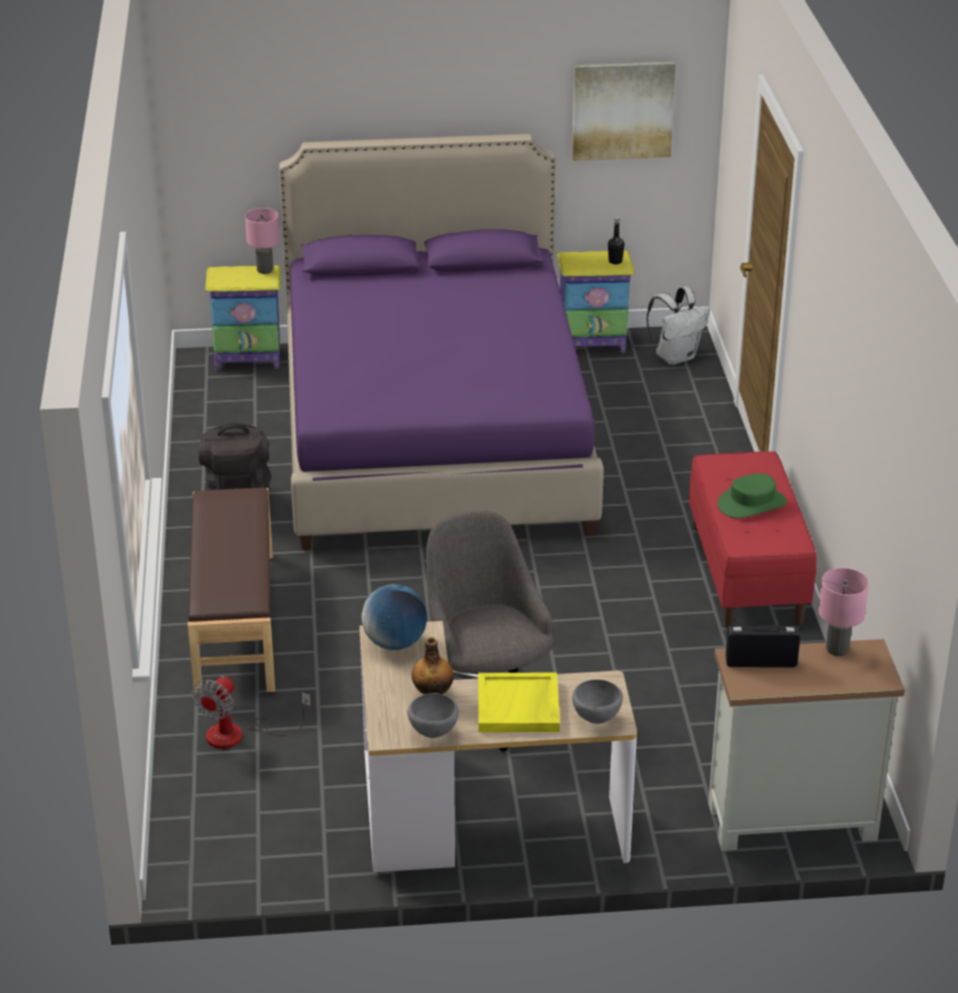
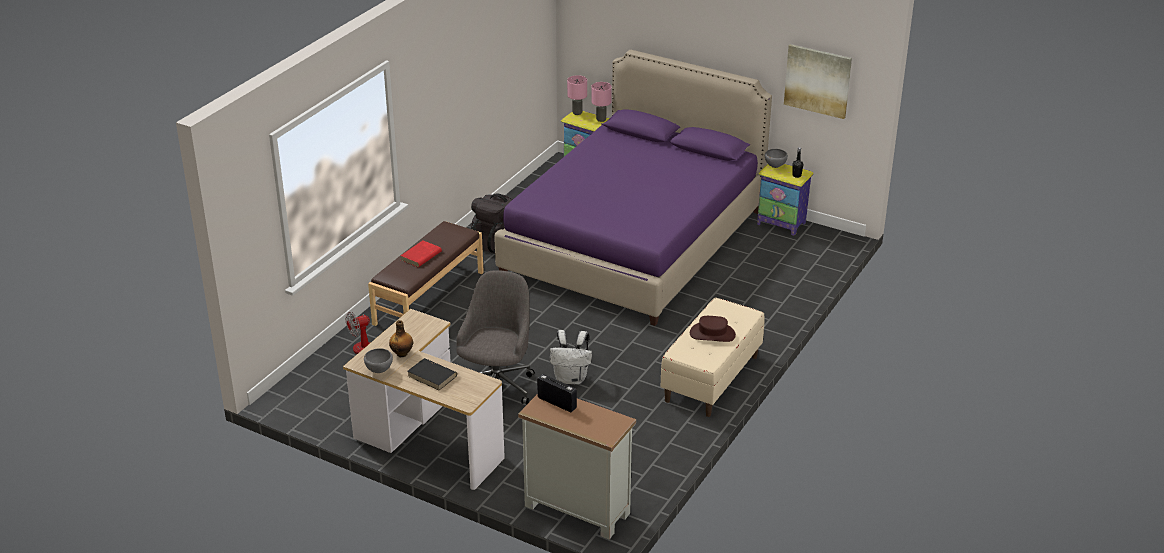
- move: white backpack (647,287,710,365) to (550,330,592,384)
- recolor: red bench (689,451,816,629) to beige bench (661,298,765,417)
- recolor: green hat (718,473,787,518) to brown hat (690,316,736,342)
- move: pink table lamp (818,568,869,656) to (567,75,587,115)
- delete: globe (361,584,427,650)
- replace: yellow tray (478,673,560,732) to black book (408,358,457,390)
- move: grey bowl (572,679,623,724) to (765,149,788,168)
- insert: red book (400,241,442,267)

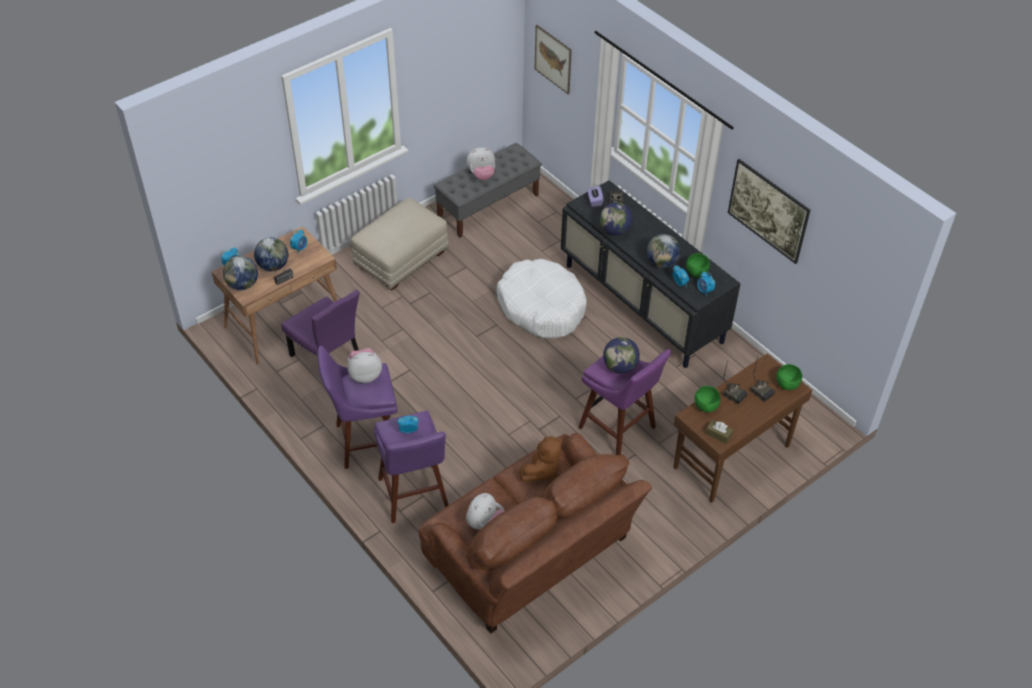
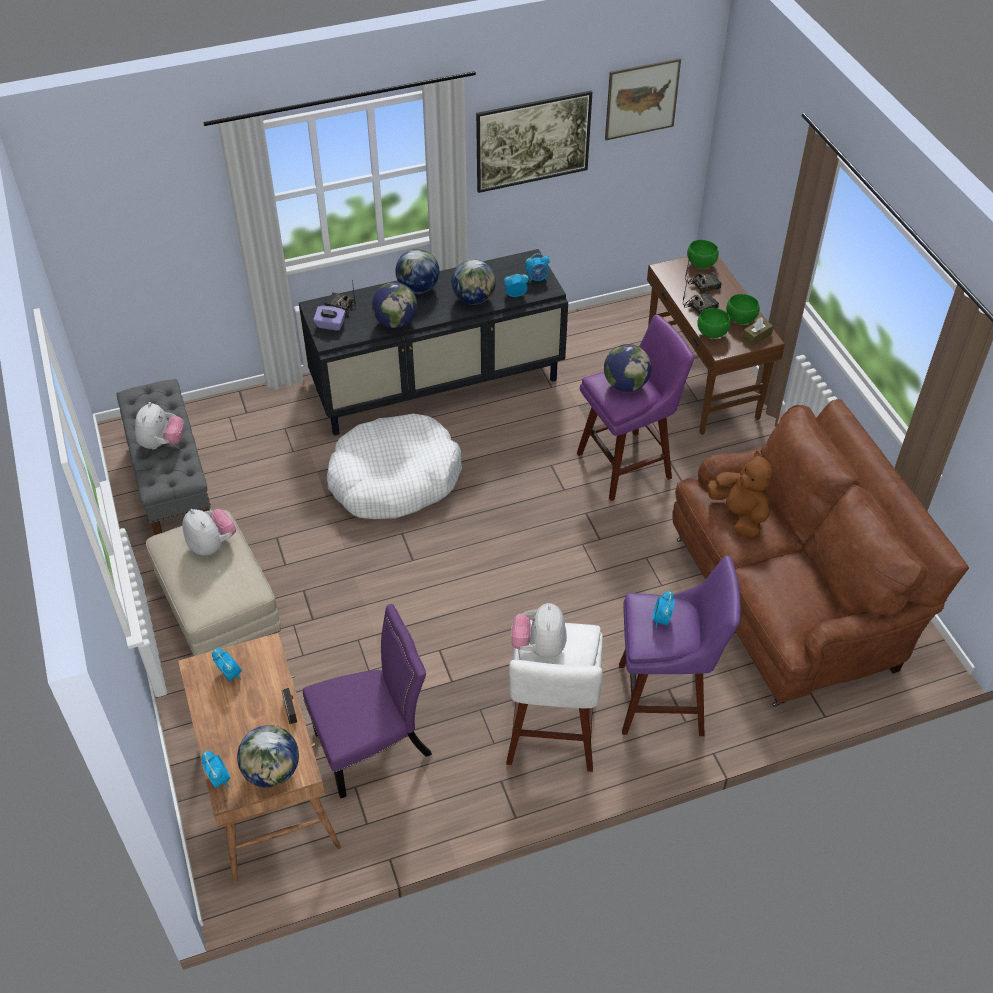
- move: picture (535,25,572,94) to (605,58,681,140)
- move: globe (254,237,288,271) to (395,249,440,294)
- move: green bowl (686,253,710,277) to (726,294,759,324)
- recolor: purple stool (317,346,398,469) to white stool (506,620,603,772)
- move: plush toy (466,493,505,529) to (182,509,236,556)

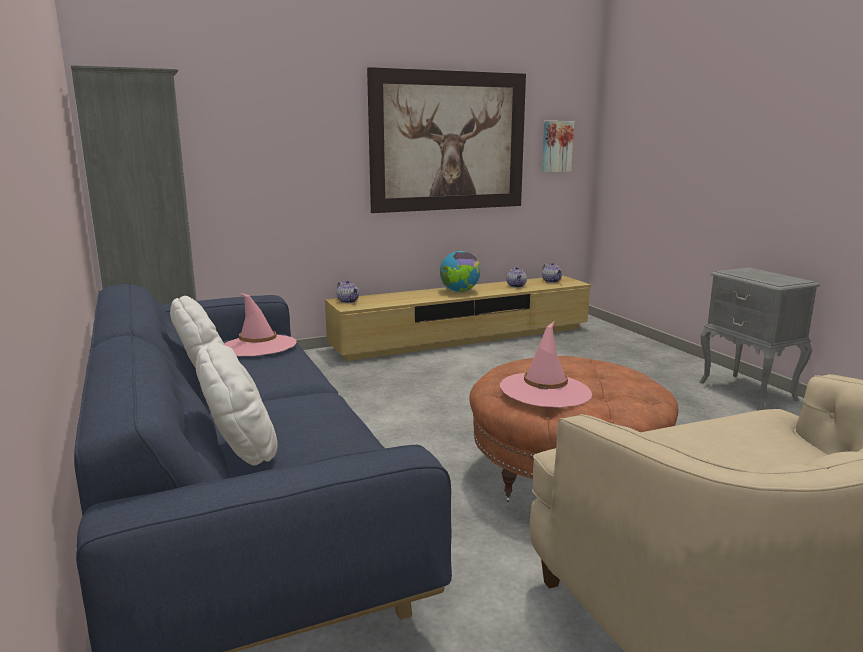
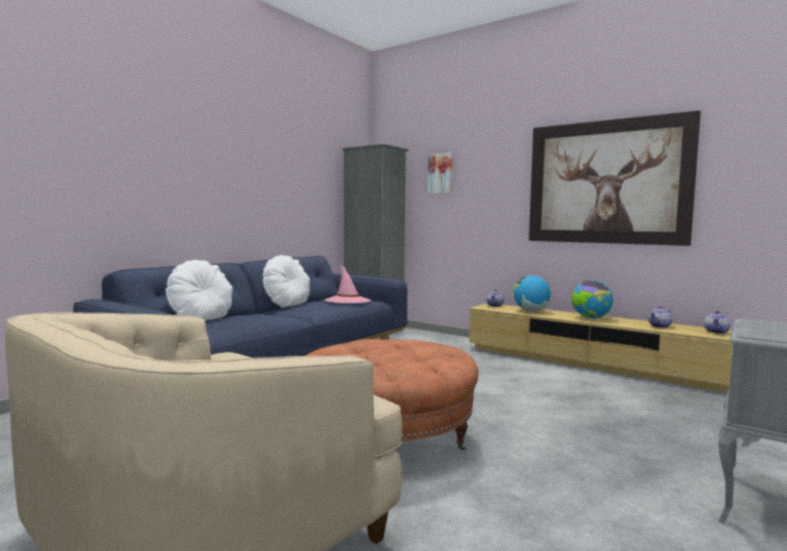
- move: picture (542,121,574,172) to (427,152,453,194)
- delete: pink hat (500,322,592,408)
- insert: globe (513,275,551,312)

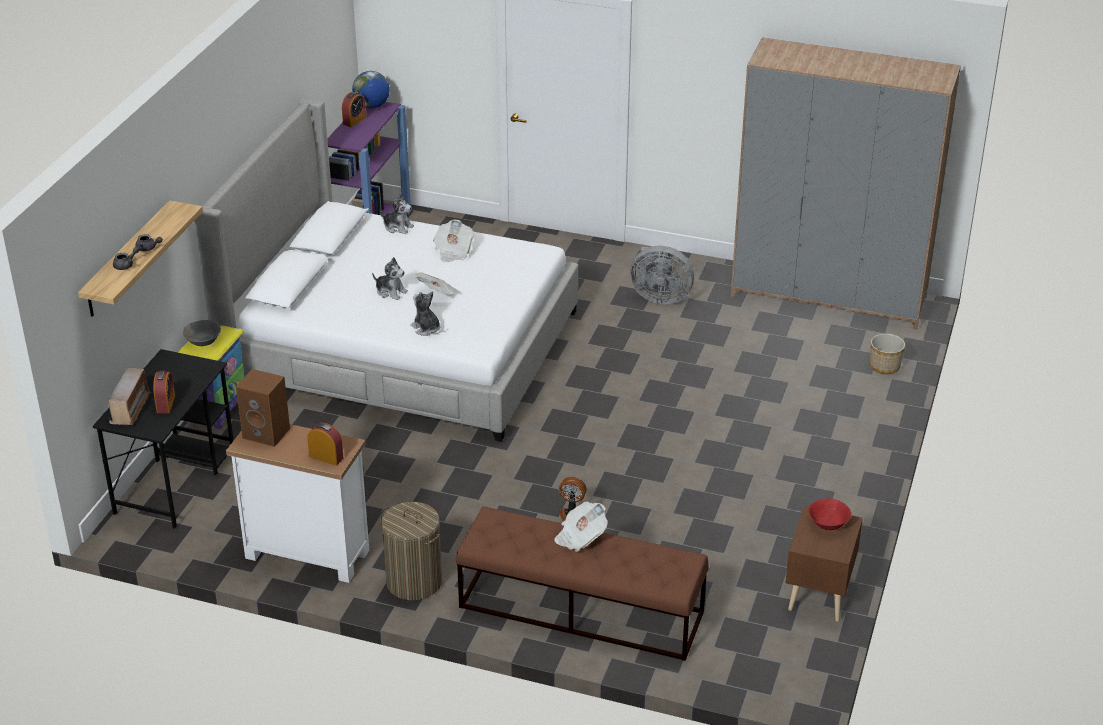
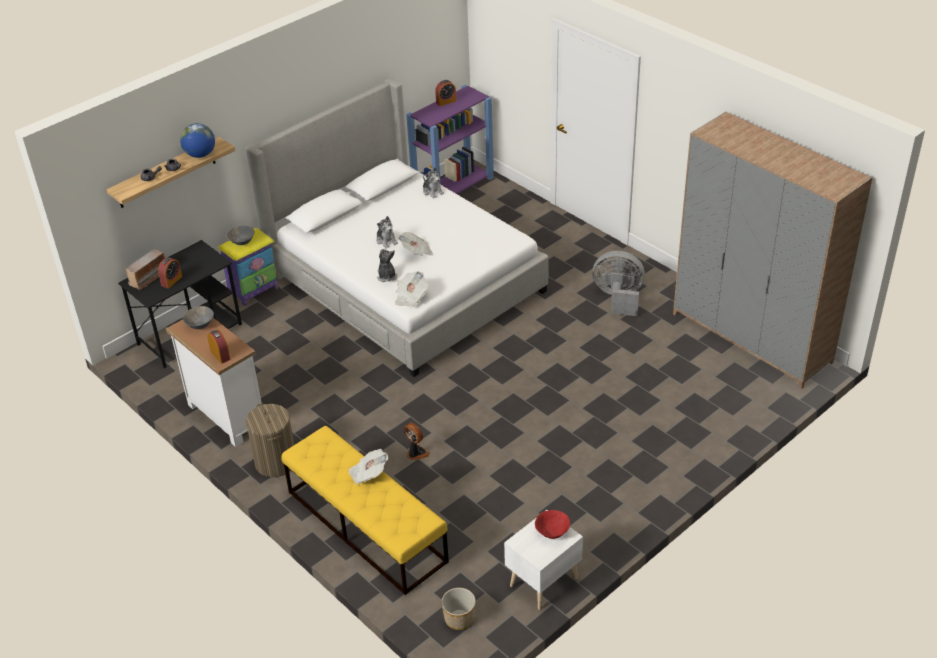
- move: globe (352,71,390,109) to (180,123,215,158)
- move: newspaper (433,220,474,262) to (395,271,429,307)
- rotate: grey fan (630,246,694,304) = (592,251,645,316) 150 degrees clockwise
- move: planter (870,334,905,374) to (441,588,476,630)
- replace: brown speaker (236,369,290,447) to grey bowl (183,306,214,329)
- recolor: brown bench (456,506,709,661) to yellow bench (281,426,449,595)
- recolor: brown nightstand (785,506,863,622) to white nightstand (504,510,583,610)

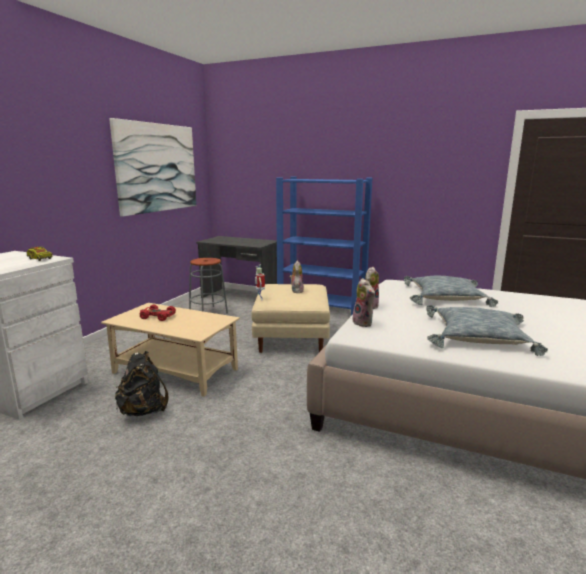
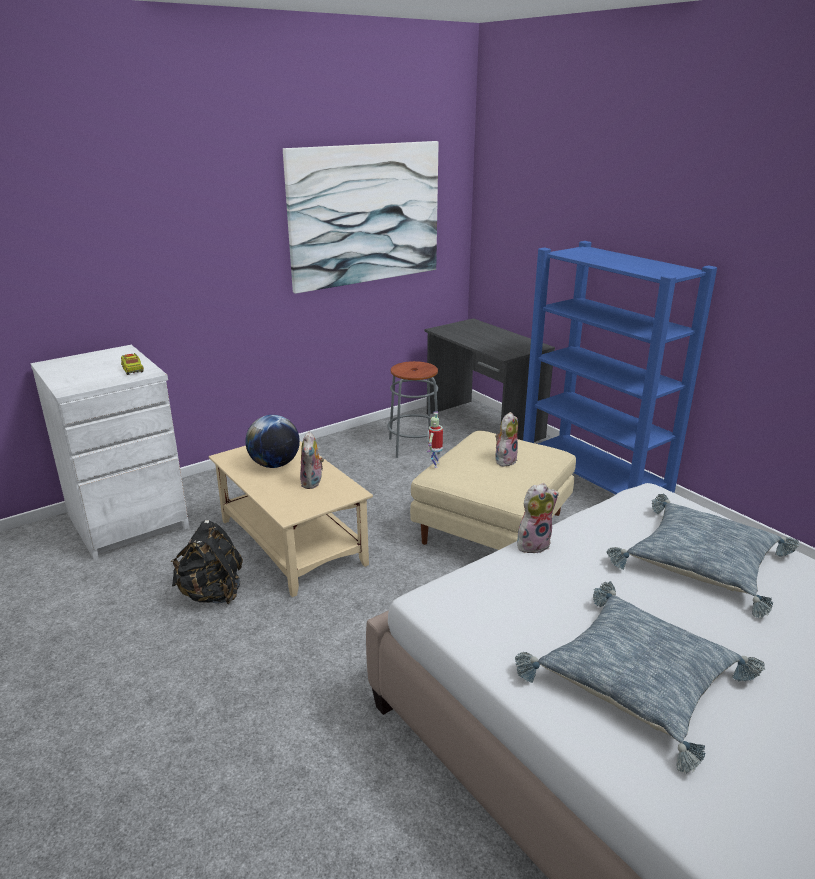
- move: plush toy (352,278,375,327) to (300,431,324,489)
- replace: red toy car (140,304,176,321) to globe (245,415,300,468)

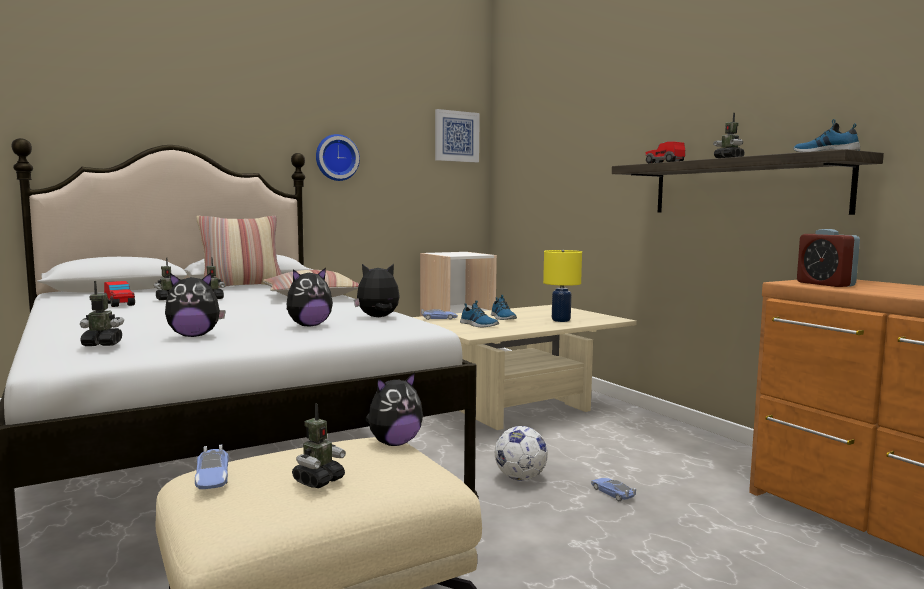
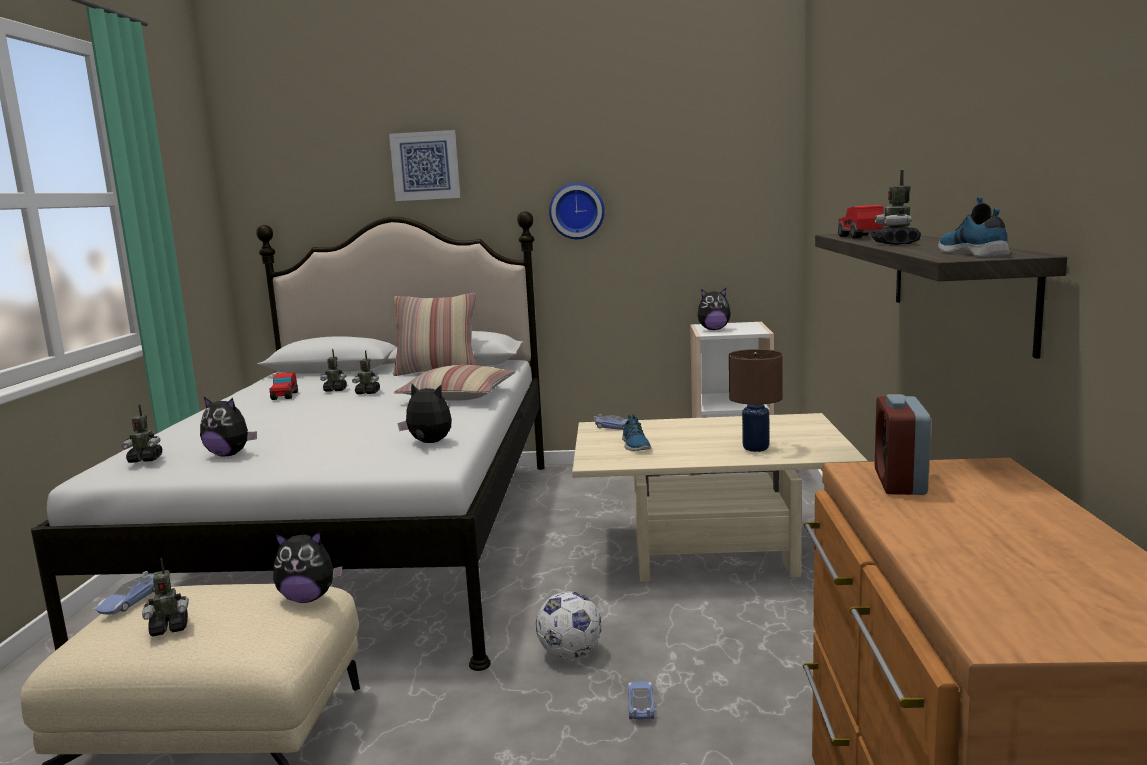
- move: picture (435,109,480,163) to (389,130,460,201)
- recolor: yellow table lamp (543,250,582,322) to brown table lamp (729,349,783,452)
- move: plush toy (286,268,333,327) to (698,288,731,330)
- rotate: toy robot (80,281,124,346) = (122,404,162,463) 150 degrees clockwise
- delete: shoe (491,295,517,320)

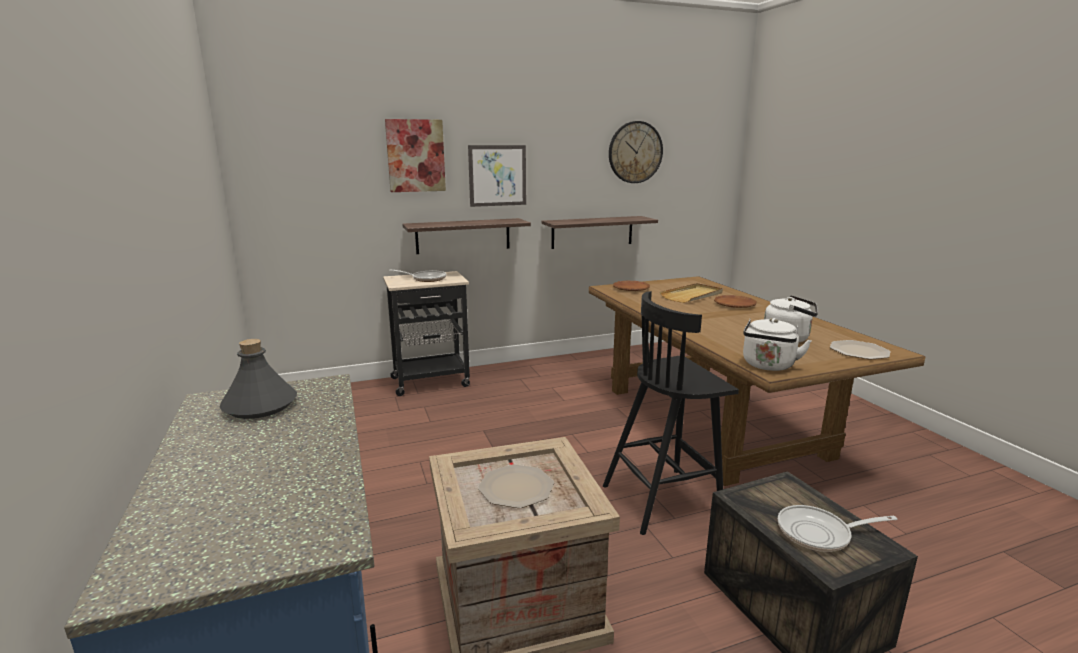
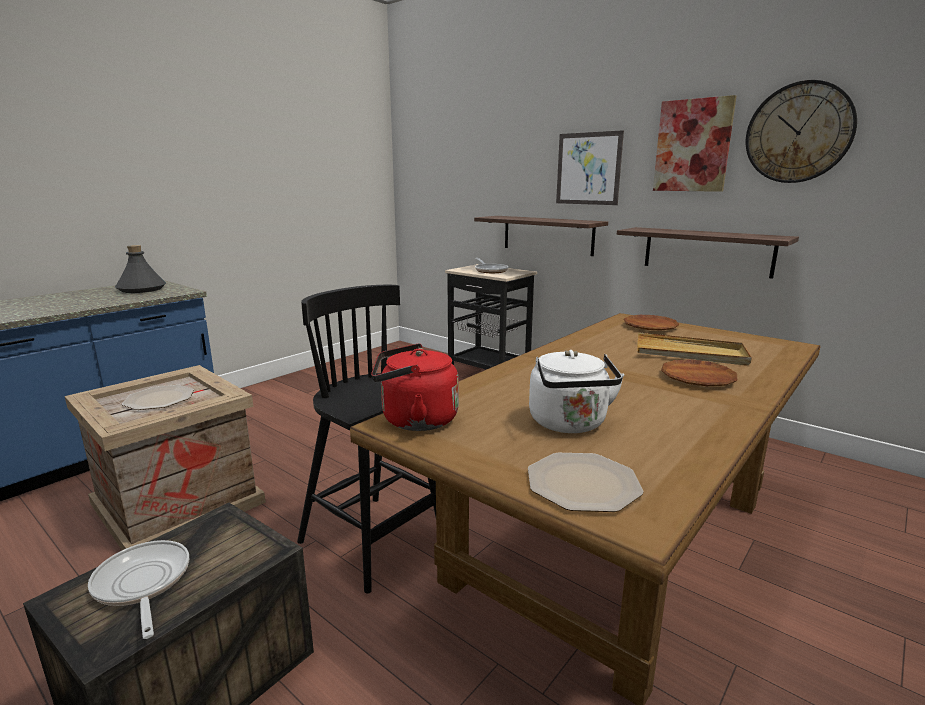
- move: picture (385,119,446,192) to (653,95,736,192)
- recolor: white kettle (743,318,812,371) to red kettle (371,344,459,431)

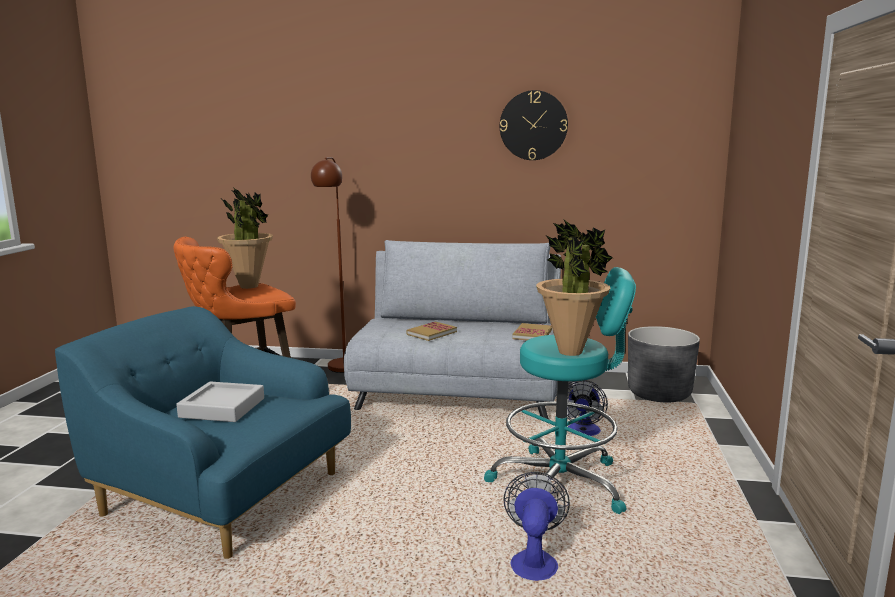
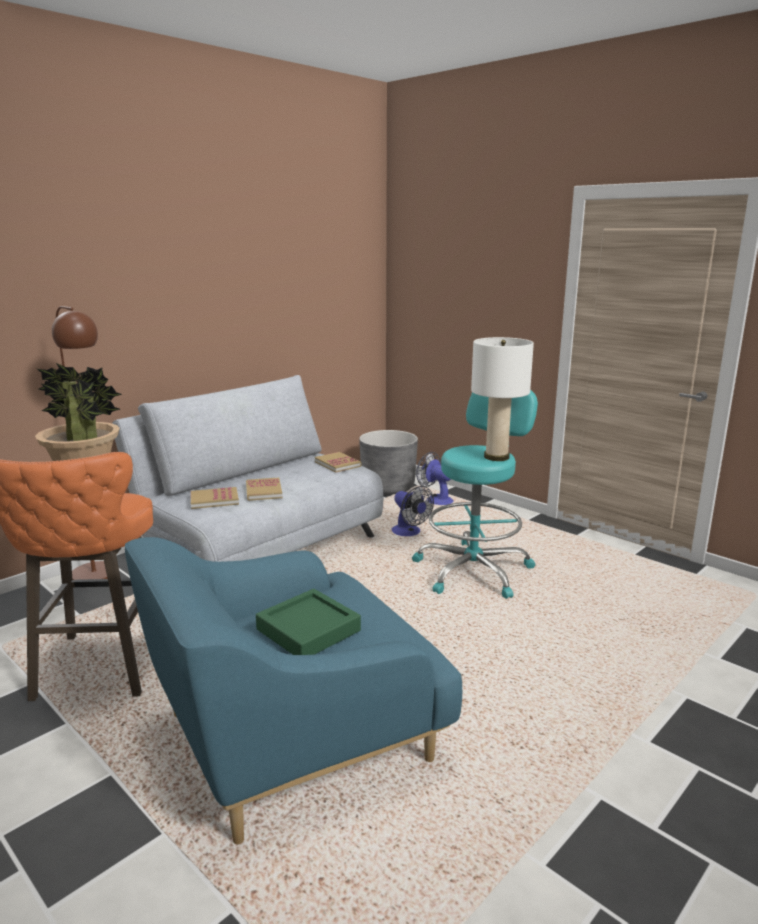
- delete: wall clock (500,90,568,160)
- replace: potted plant (536,220,613,356) to white table lamp (471,337,534,461)
- recolor: grey tray (176,381,264,422) to green tray (256,589,361,655)
- move: fan (503,472,570,581) to (416,452,454,505)
- insert: book (191,487,239,509)

